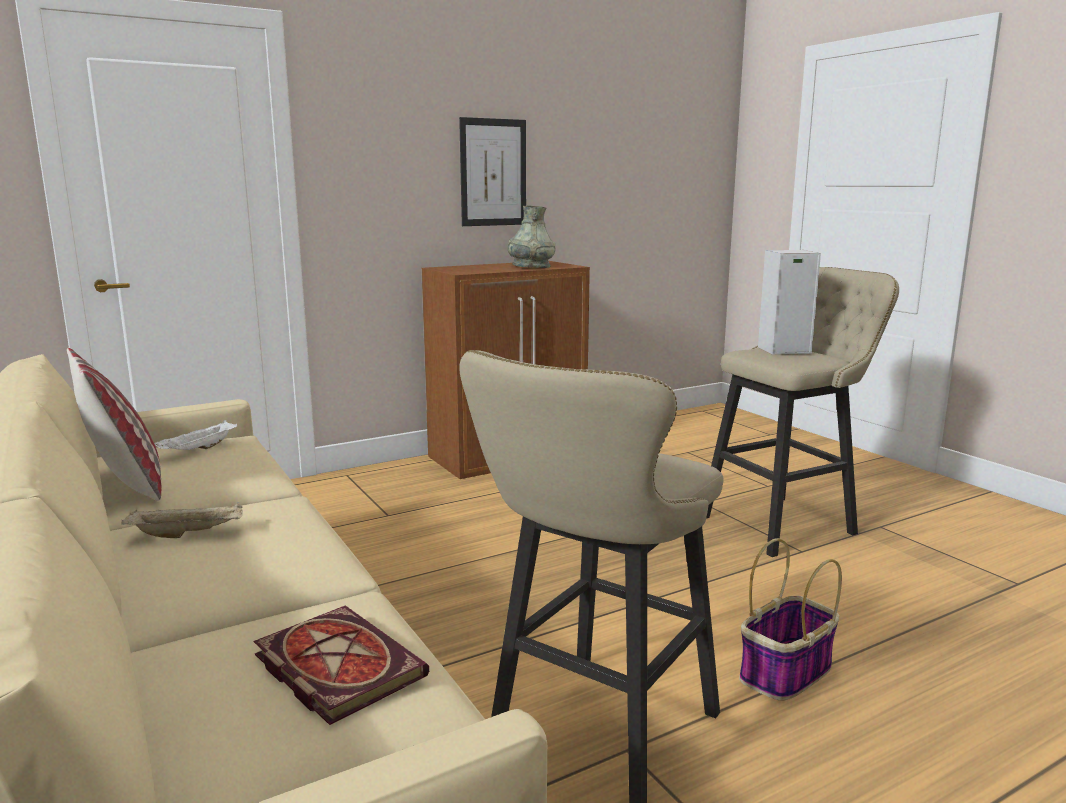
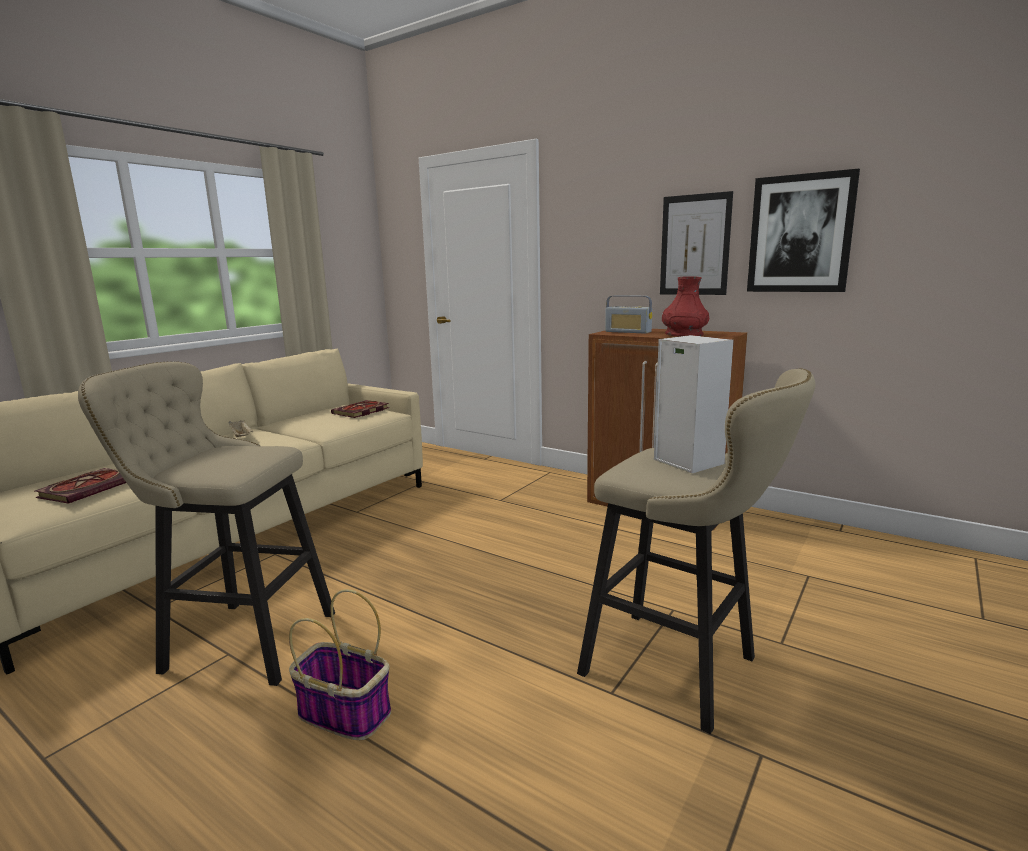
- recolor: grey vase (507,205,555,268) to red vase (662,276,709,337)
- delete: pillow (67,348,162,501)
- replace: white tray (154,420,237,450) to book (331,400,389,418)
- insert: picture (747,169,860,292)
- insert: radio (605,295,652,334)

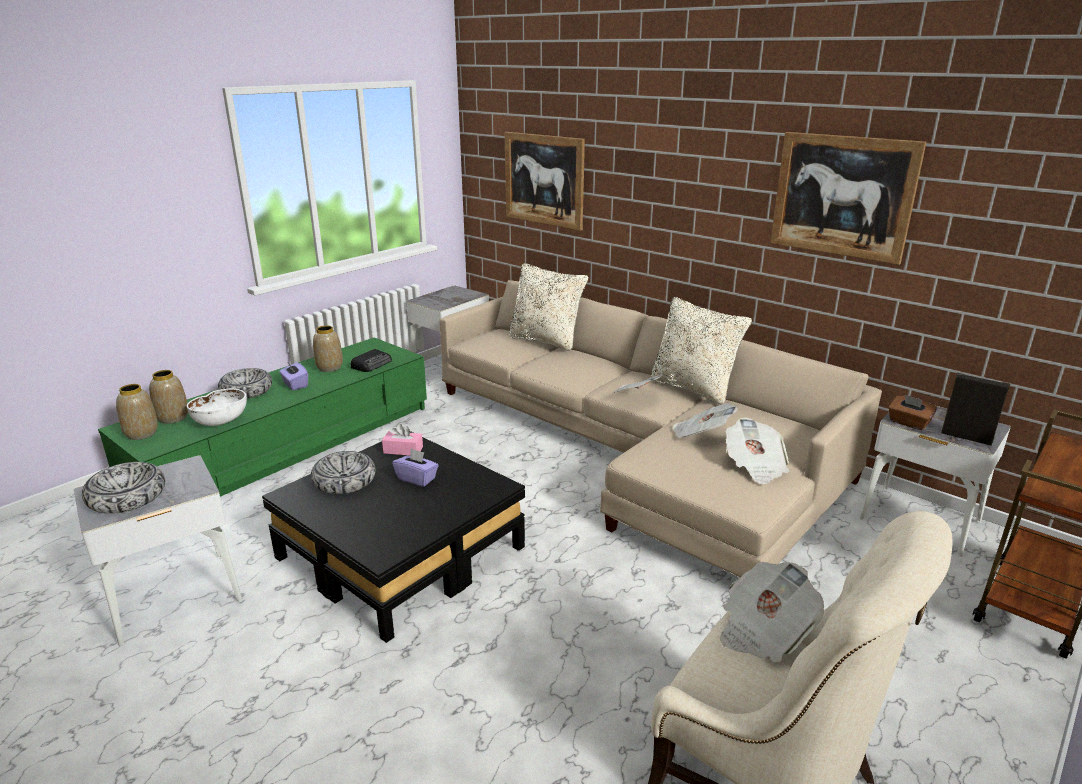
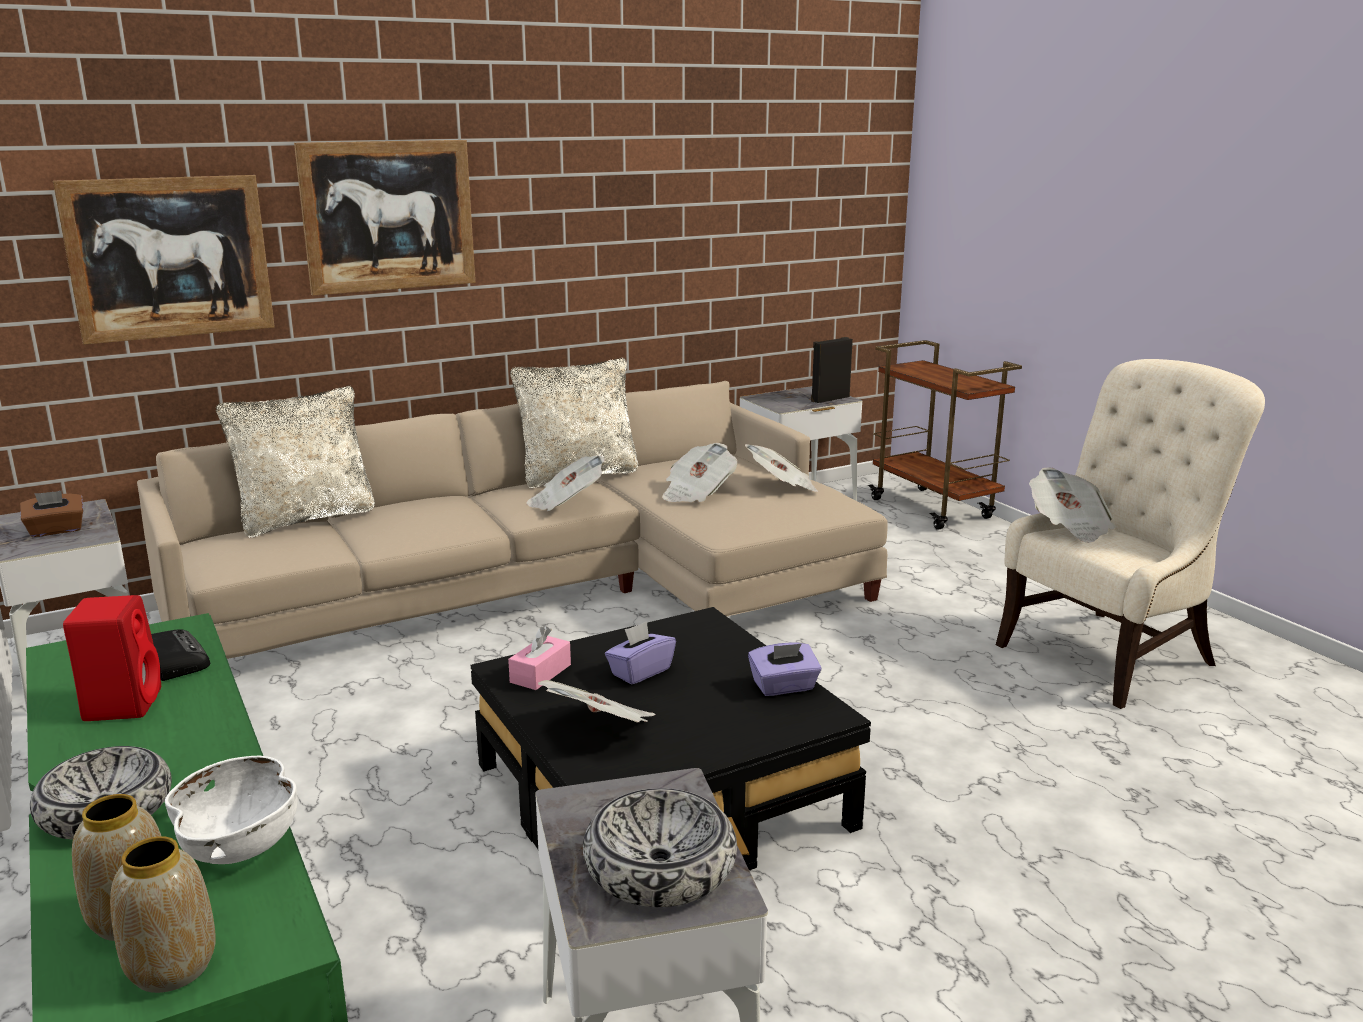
- move: picture (770,132,927,265) to (294,140,475,296)
- replace: vase (313,325,343,372) to red speaker (63,595,161,721)
- move: purple tissue box (279,363,308,390) to (748,642,822,696)
- move: brown tissue box (888,394,937,430) to (20,491,83,537)
- replace: bowl (311,451,376,494) to newspaper (538,680,655,723)

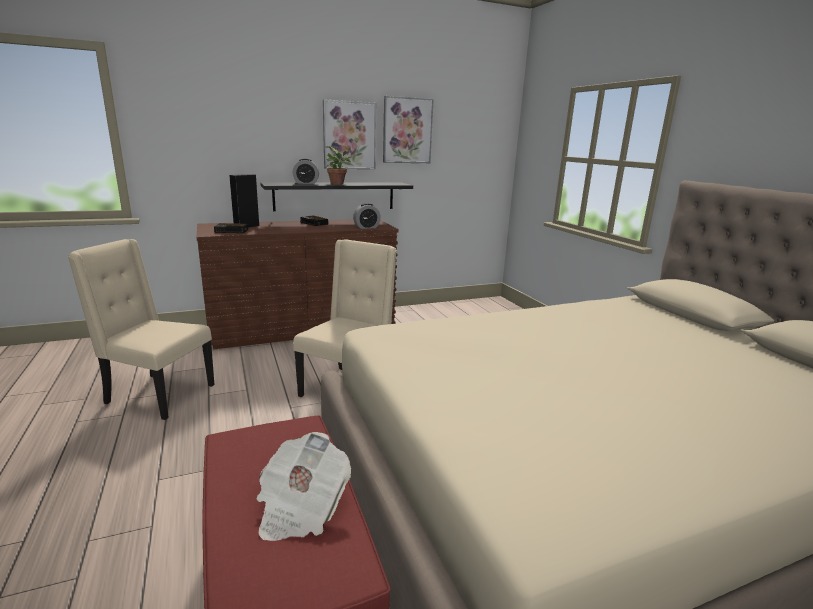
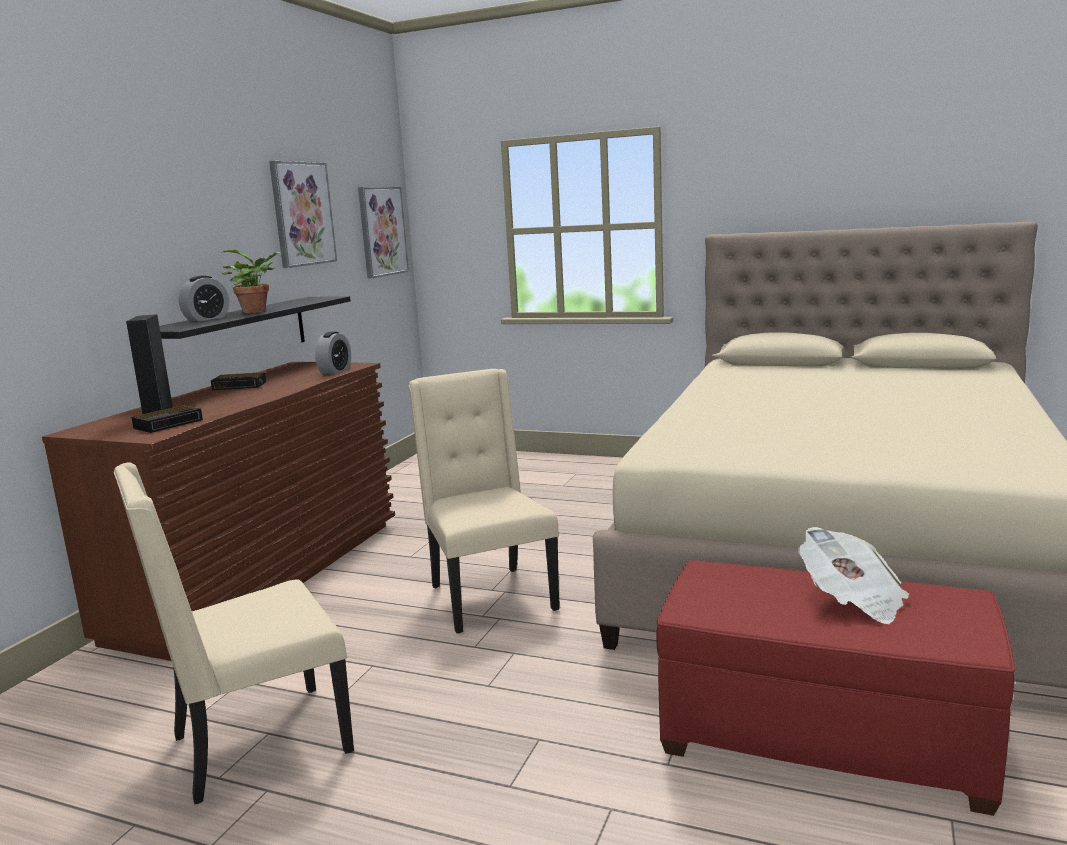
- move: picture (323,99,376,170) to (358,187,409,278)

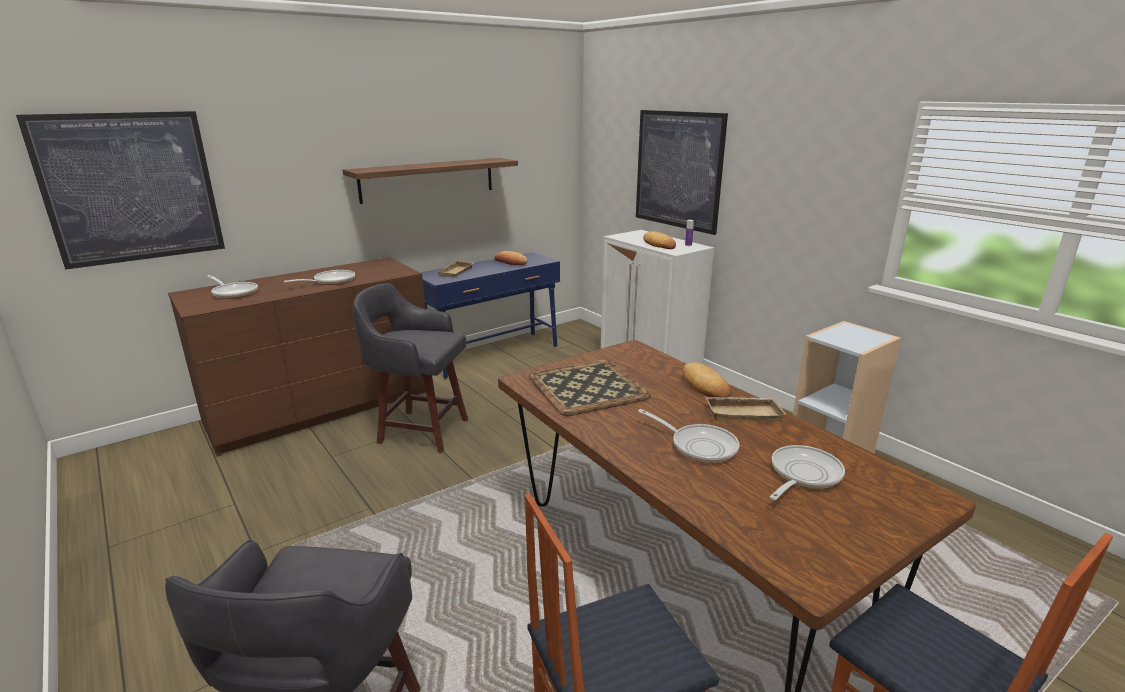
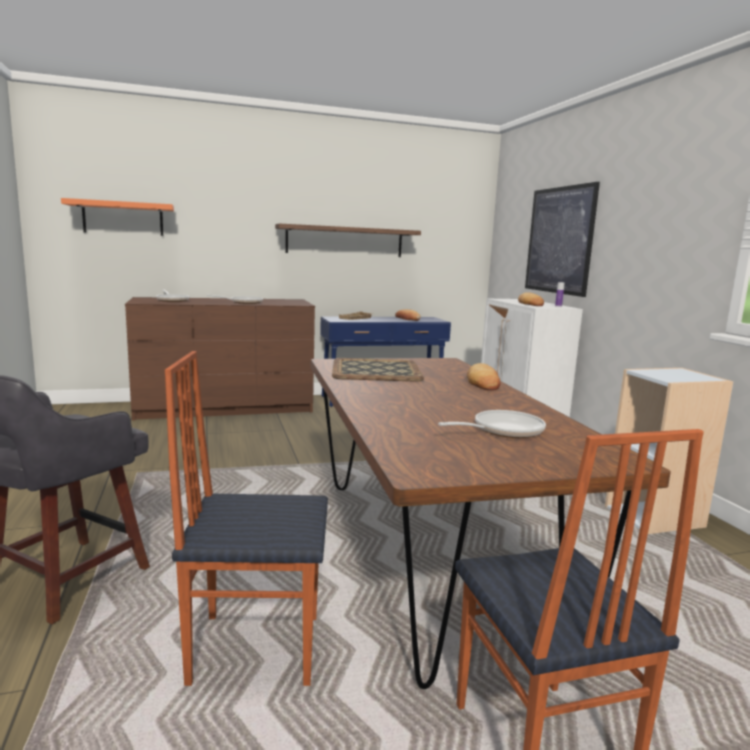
- replace: picture (16,111,225,270) to orange shelf (61,198,174,236)
- delete: grey stool (352,283,468,453)
- delete: beige tray (706,397,786,421)
- delete: frying pan (638,409,739,463)

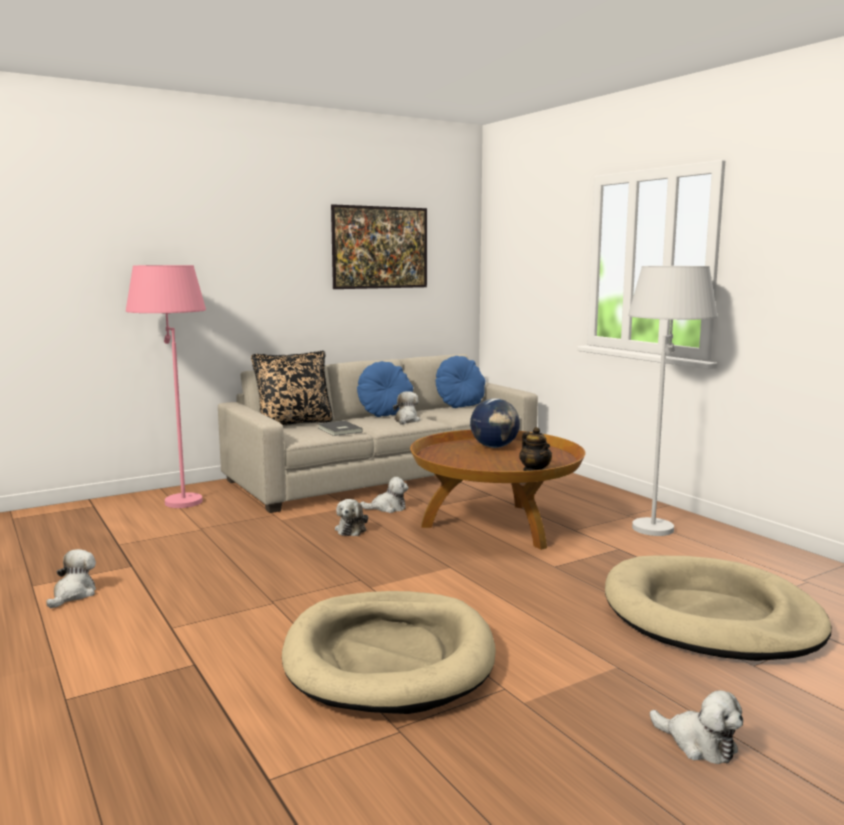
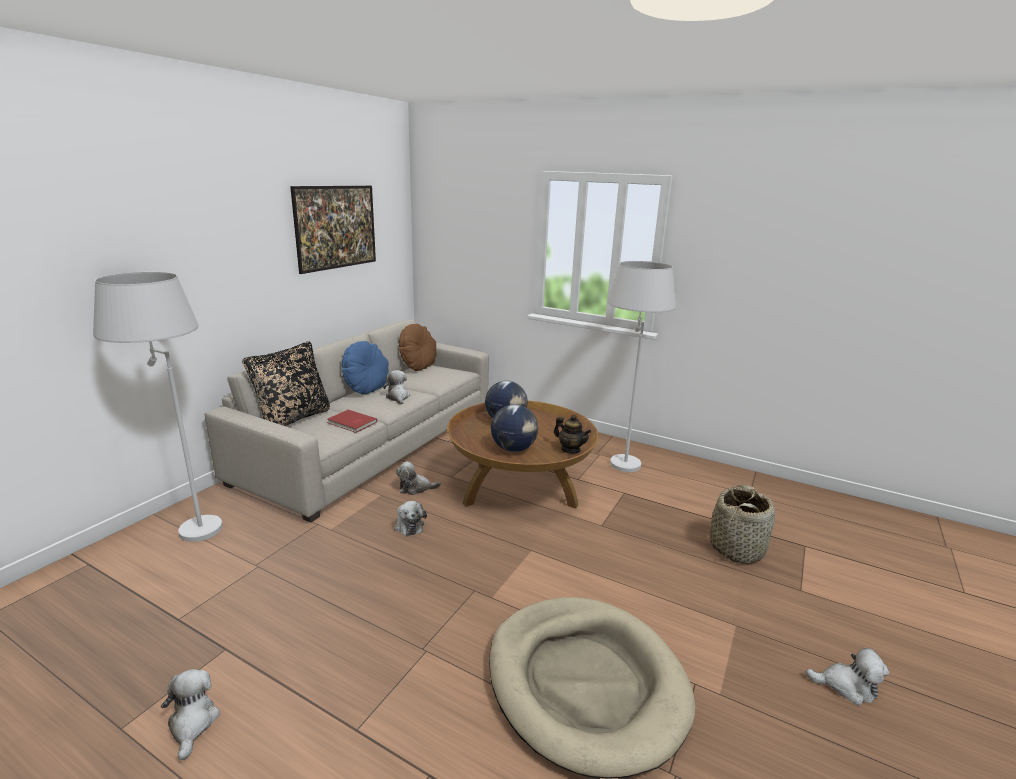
- recolor: pink floor lamp (126,265,206,508) to white floor lamp (93,272,223,542)
- recolor: blue pillow (435,356,485,408) to brown pillow (399,324,437,371)
- recolor: grey book (319,421,363,436) to red book (327,410,377,433)
- rotate: plush toy (360,477,408,513) = (396,461,441,495) 150 degrees counterclockwise
- replace: beige dog bed (605,555,832,661) to basket (710,485,775,564)
- insert: globe (491,404,538,452)

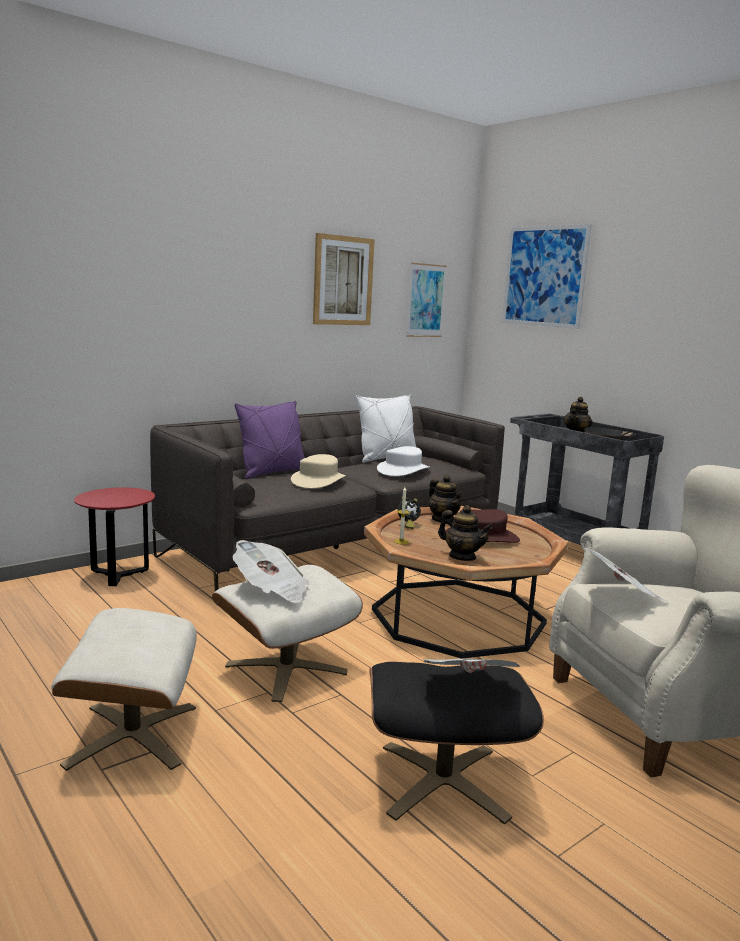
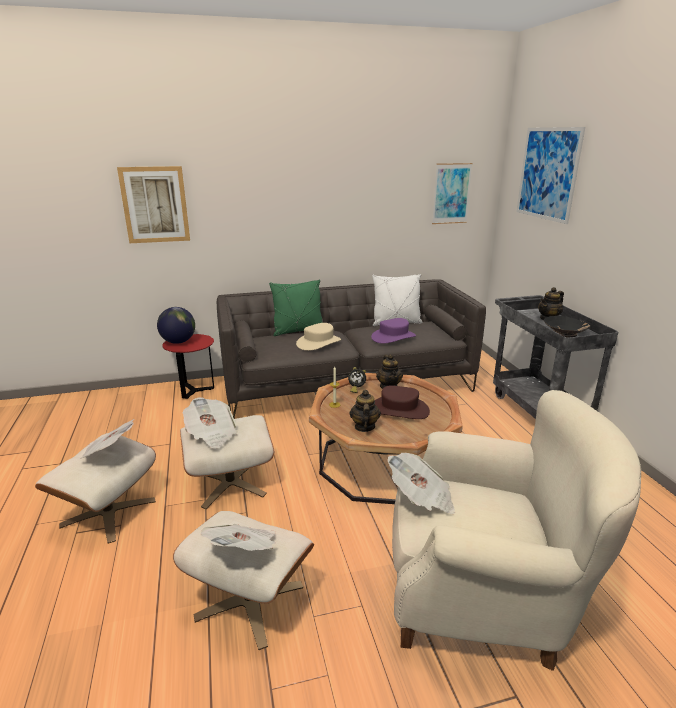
- move: picture (313,233,375,325) to (117,166,190,243)
- recolor: purple pillow (234,401,305,479) to green pillow (269,279,323,336)
- recolor: white hat (377,446,430,476) to purple hat (371,318,416,344)
- rotate: teapot (438,505,492,561) = (349,390,381,432) 150 degrees counterclockwise
- recolor: black ottoman (369,662,544,825) to beige ottoman (173,511,314,650)
- insert: globe (157,307,195,344)
- insert: newspaper (80,419,134,459)

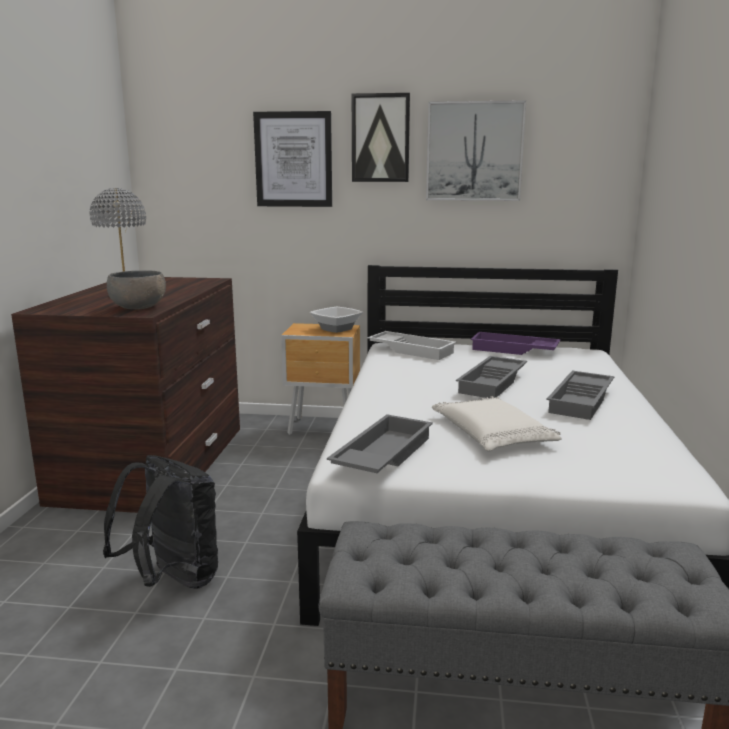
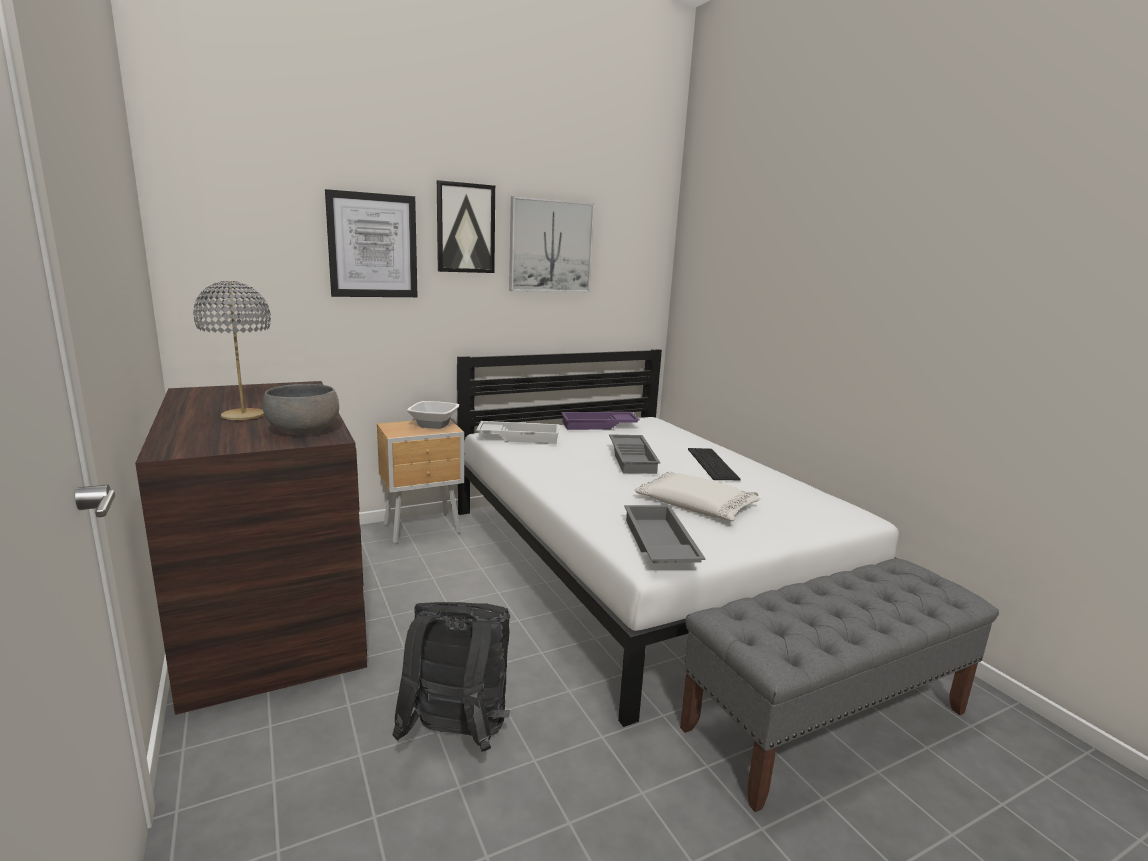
- replace: grey tray (547,371,615,420) to keyboard (688,448,741,480)

